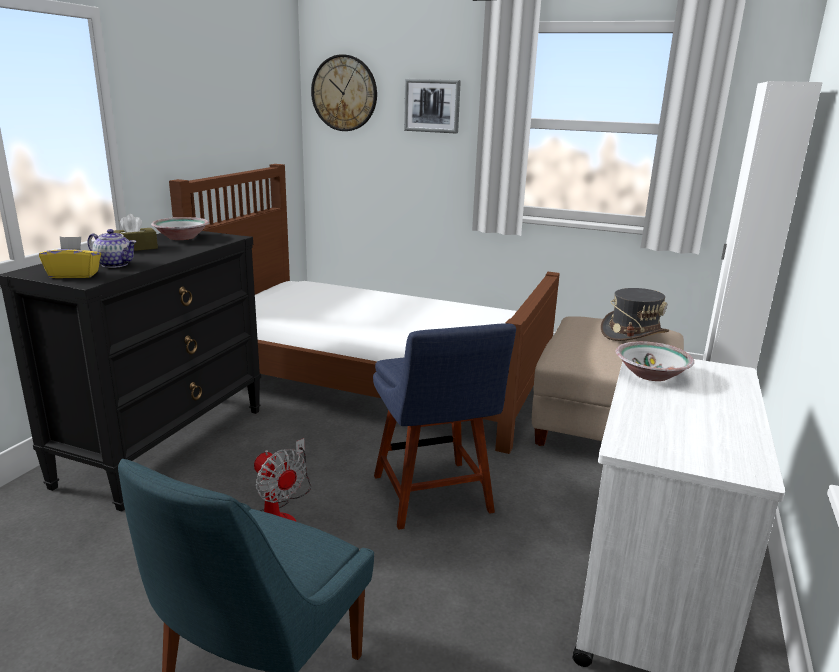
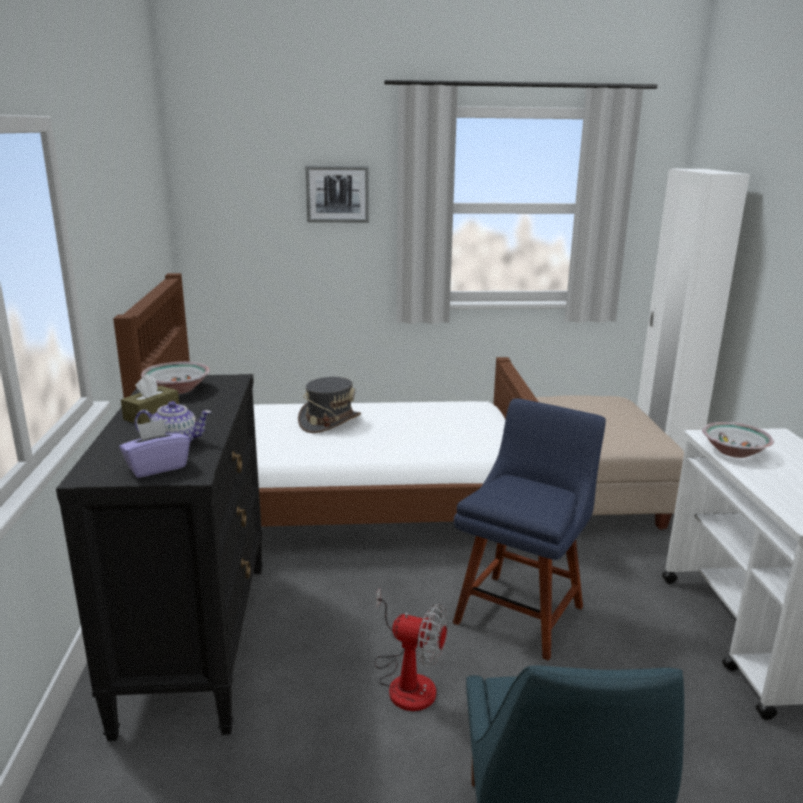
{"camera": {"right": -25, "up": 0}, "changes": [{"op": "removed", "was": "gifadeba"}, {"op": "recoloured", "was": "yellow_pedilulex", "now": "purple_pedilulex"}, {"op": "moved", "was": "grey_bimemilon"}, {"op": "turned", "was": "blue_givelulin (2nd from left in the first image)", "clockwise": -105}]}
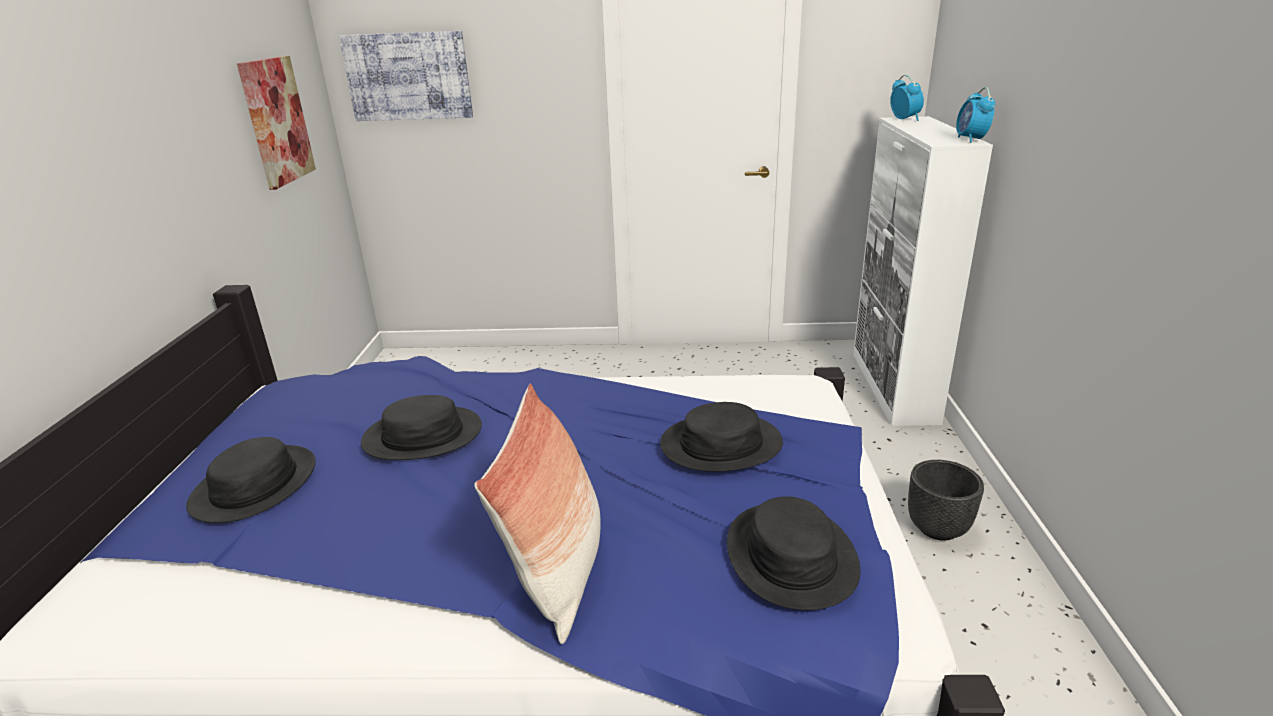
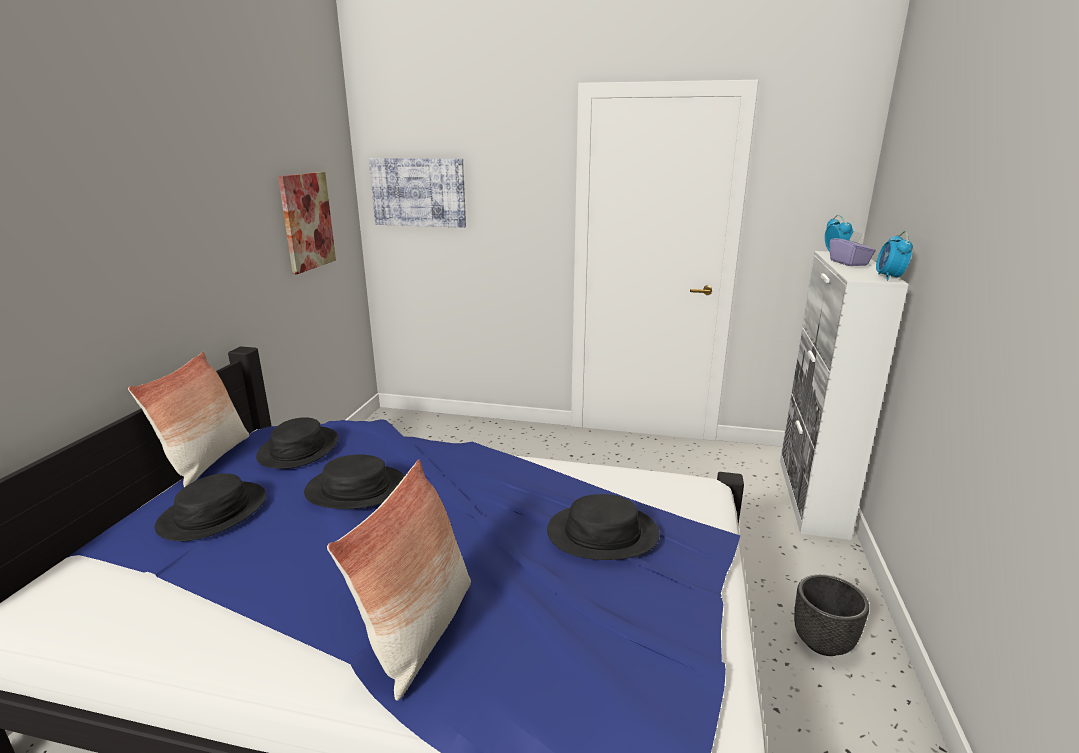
{"camera": {"right": 10, "up": -5}, "changes": [{"op": "moved", "was": "black_bimemilon (4th from left in the first image)", "now": "black_bimemilon (2nd from left)"}, {"op": "added", "now": "purple_pedilulex"}, {"op": "added", "now": "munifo (1st from left)"}]}
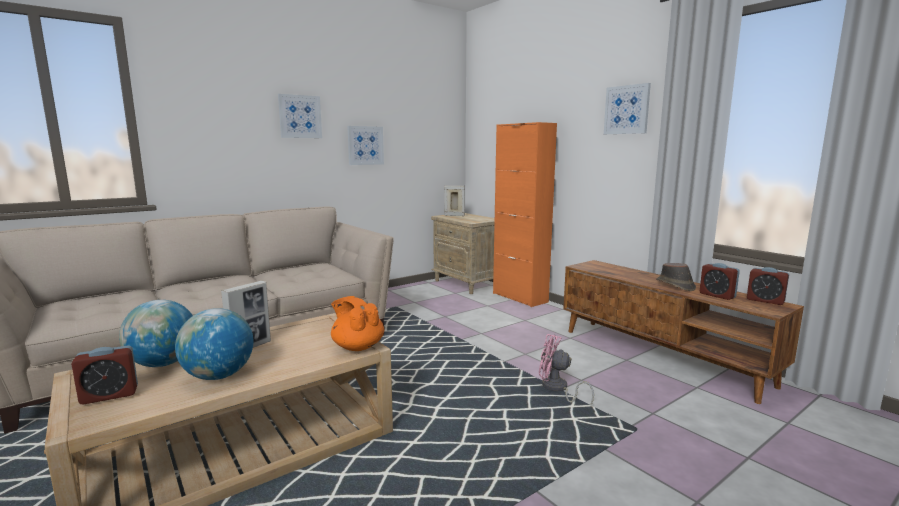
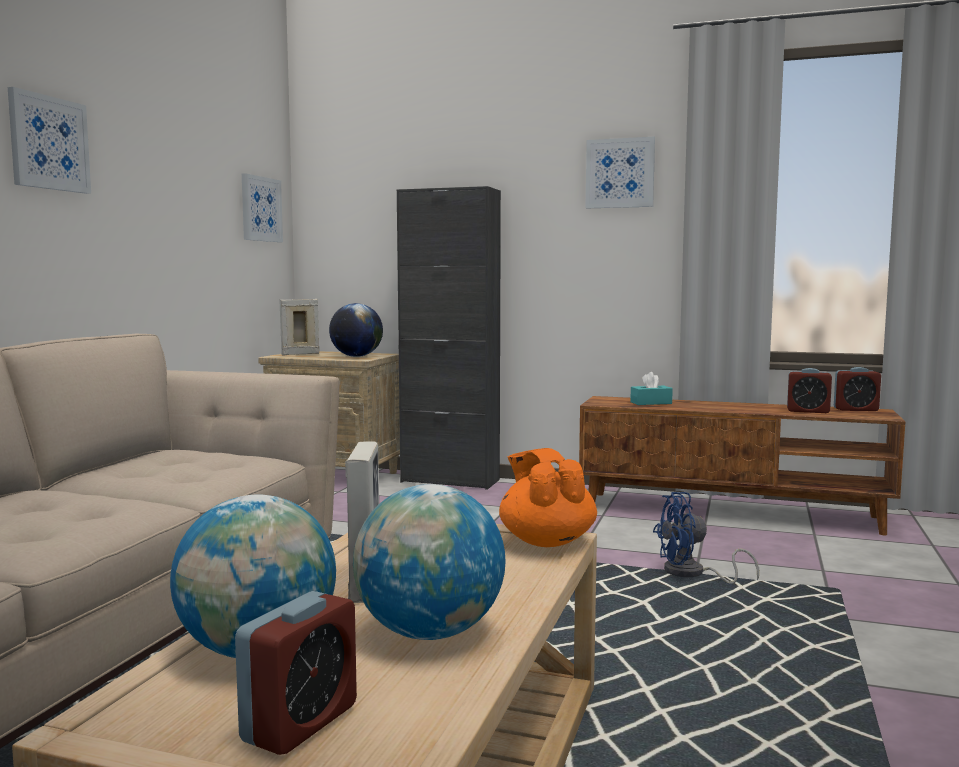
{"camera": {"right": -35, "up": -5}, "changes": [{"op": "recoloured", "was": "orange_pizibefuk", "now": "black_pizibefuk"}, {"op": "moved", "was": "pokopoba (2nd from left)"}, {"op": "removed", "was": "brown_bimemilon"}, {"op": "turned", "was": "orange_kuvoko", "clockwise": 60}, {"op": "recoloured", "was": "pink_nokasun", "now": "blue_nokasun"}, {"op": "added", "now": "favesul (2nd from left)"}, {"op": "added", "now": "turquoise_pedilulex"}]}
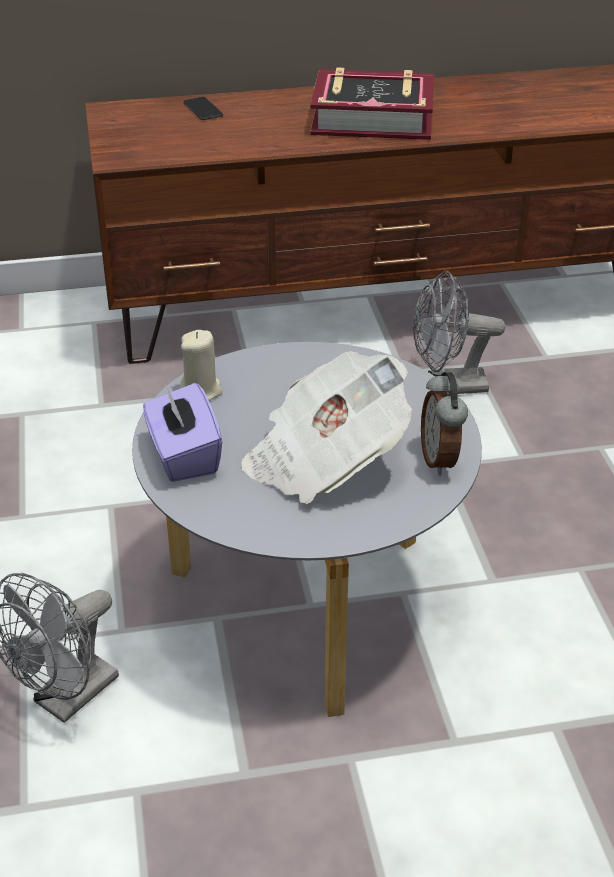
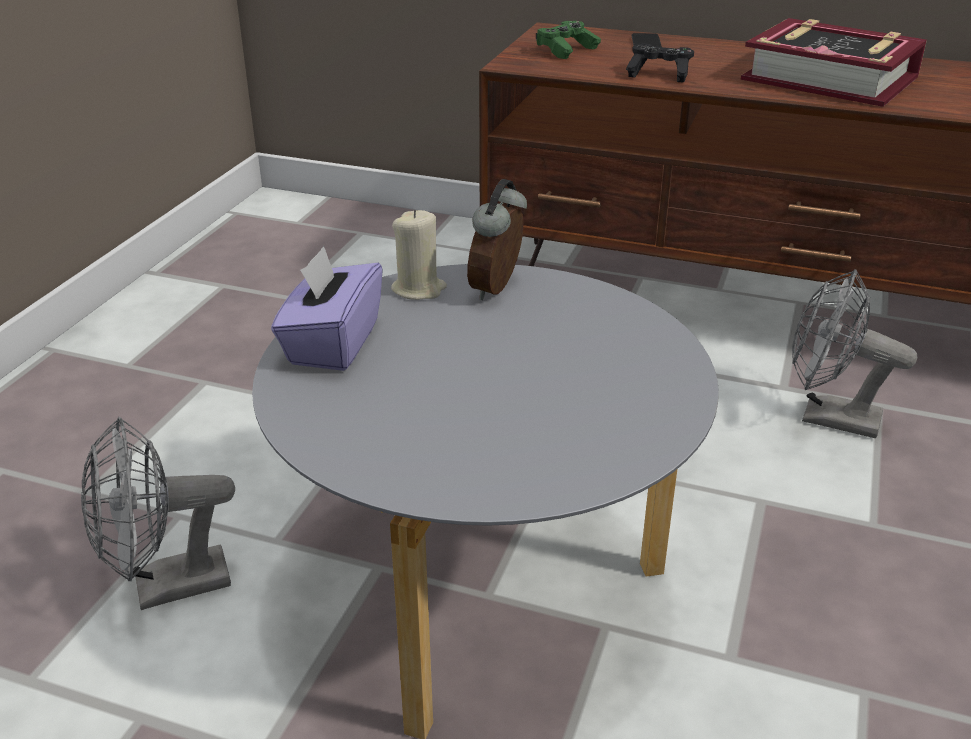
{"camera": {"right": 30, "up": -5}, "changes": [{"op": "removed", "was": "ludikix"}, {"op": "moved", "was": "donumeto"}, {"op": "added", "now": "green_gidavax"}, {"op": "added", "now": "black_gidavax"}]}
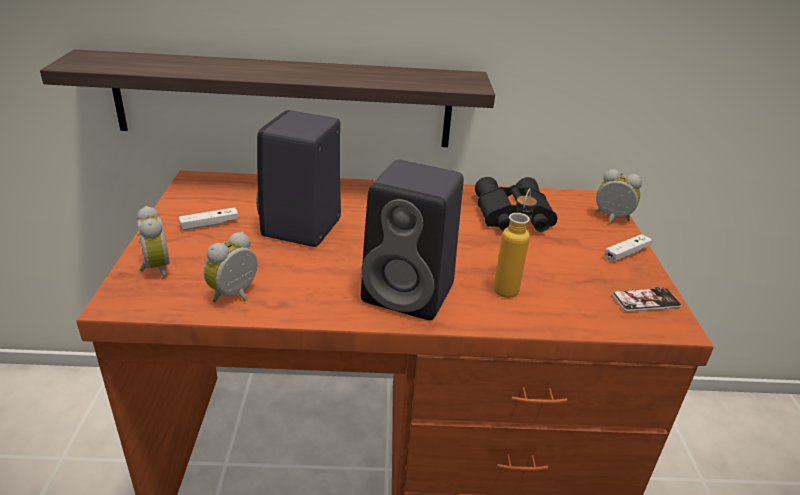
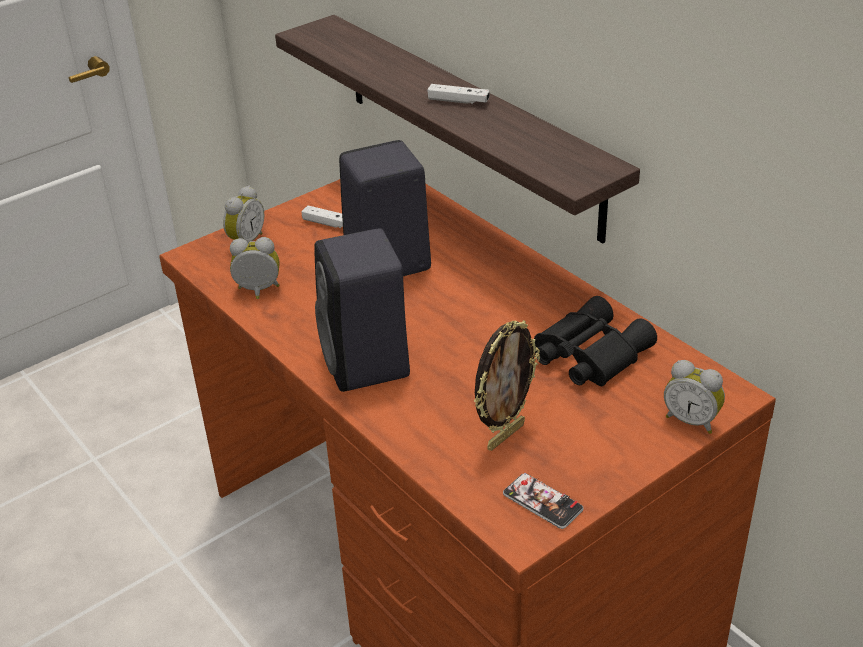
{"camera": {"right": 55, "up": 5}, "changes": [{"op": "turned", "was": "donumeto (3rd from left)", "clockwise": 135}, {"op": "removed", "was": "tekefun"}, {"op": "moved", "was": "white_gidavax (2nd from left)"}, {"op": "added", "now": "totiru"}]}
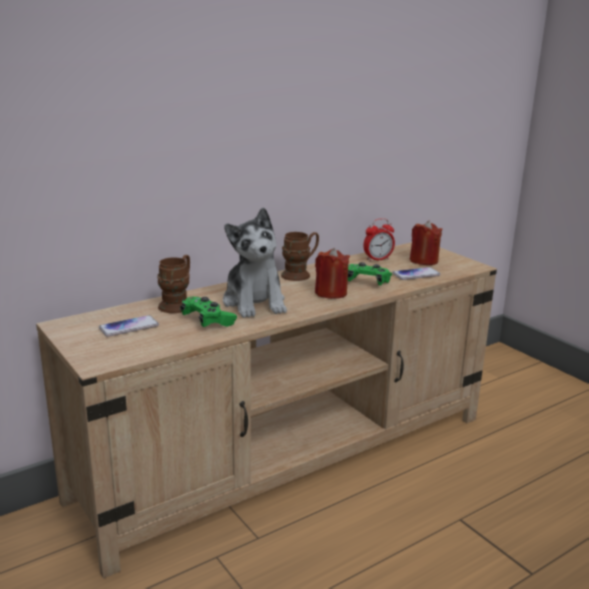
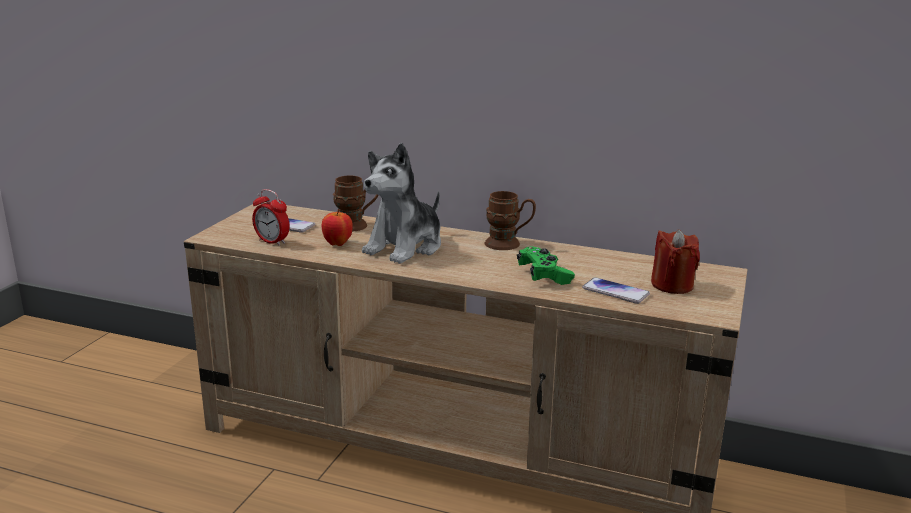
{"camera": {"right": 55, "up": 0}, "changes": [{"op": "moved", "was": "donumeto"}, {"op": "removed", "was": "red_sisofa (1st from left)"}, {"op": "replaced", "was": "green_gidavax (1st from left)", "now": "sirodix"}]}
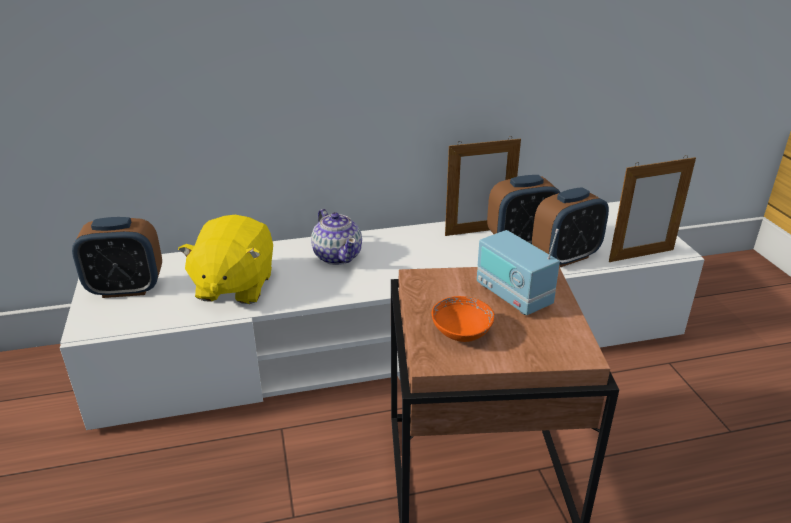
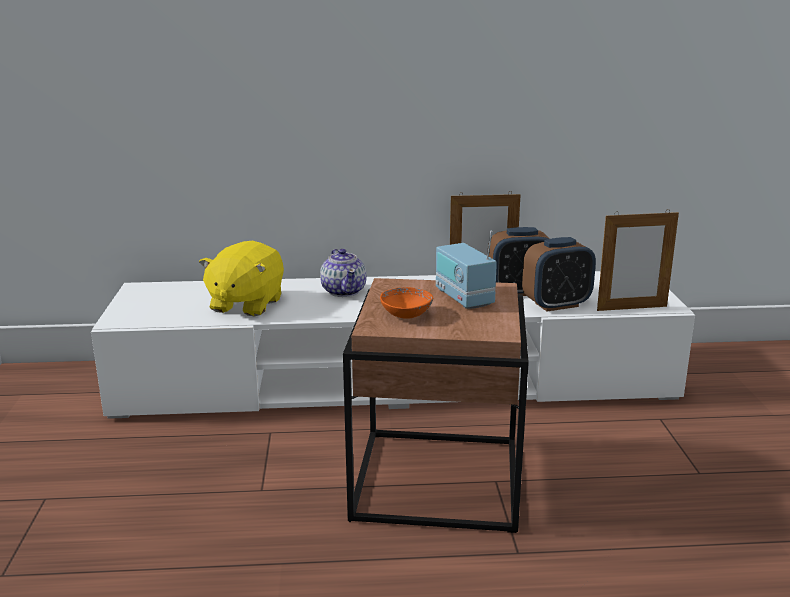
{"camera": {"right": 10, "up": -10}, "changes": [{"op": "removed", "was": "donumeto (1st from left)"}]}
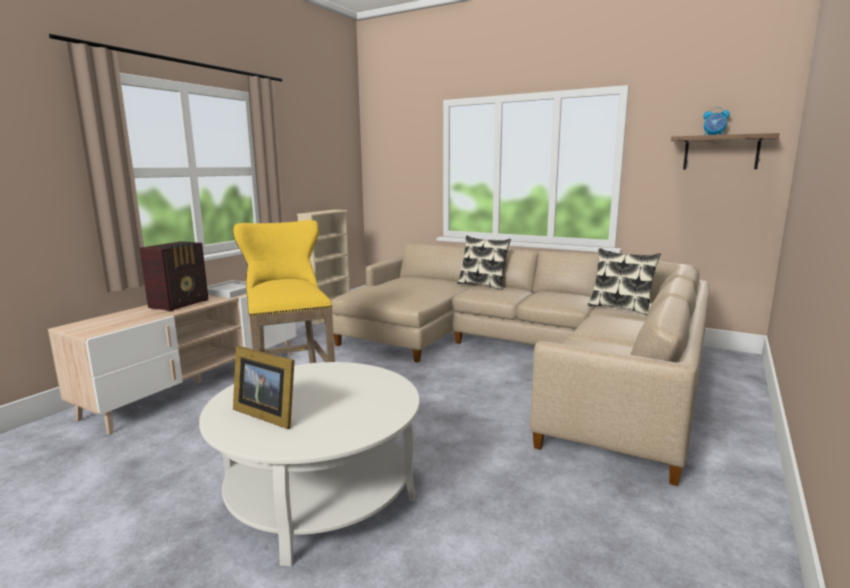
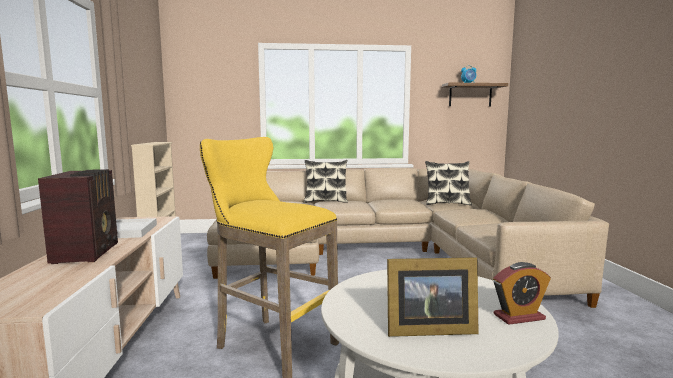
{"camera": {"right": -35, "up": -5}, "changes": [{"op": "added", "now": "donumeto (2nd from left)"}]}
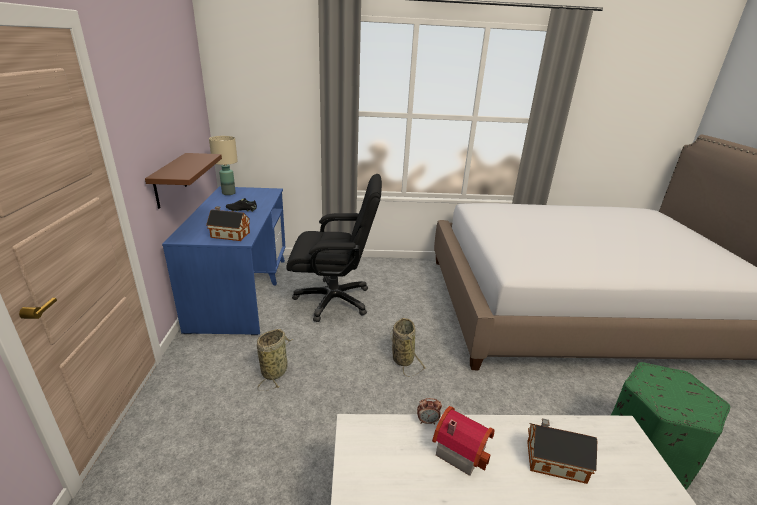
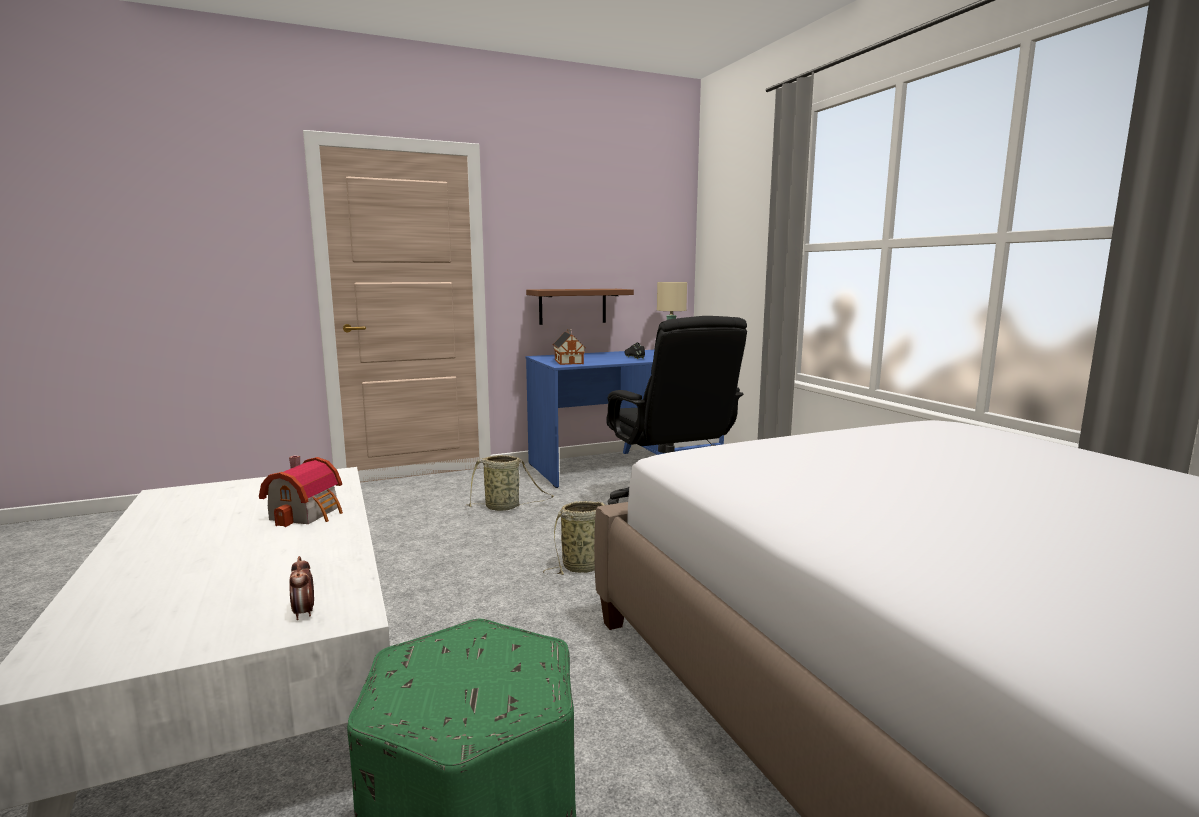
{"camera": {"right": 70, "up": -15}, "changes": [{"op": "moved", "was": "donumeto"}, {"op": "removed", "was": "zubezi (3rd from left)"}]}
